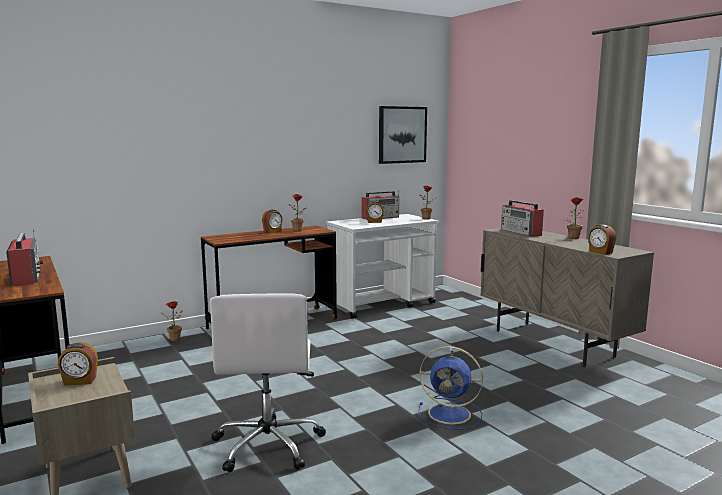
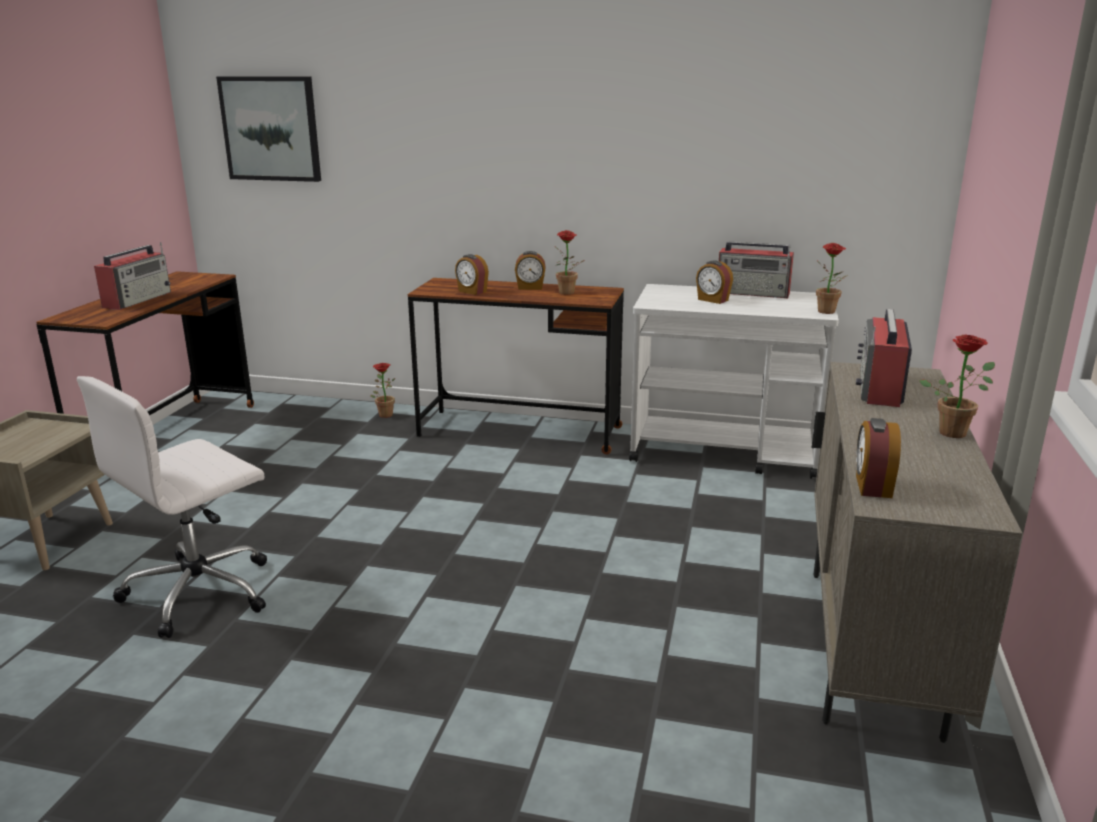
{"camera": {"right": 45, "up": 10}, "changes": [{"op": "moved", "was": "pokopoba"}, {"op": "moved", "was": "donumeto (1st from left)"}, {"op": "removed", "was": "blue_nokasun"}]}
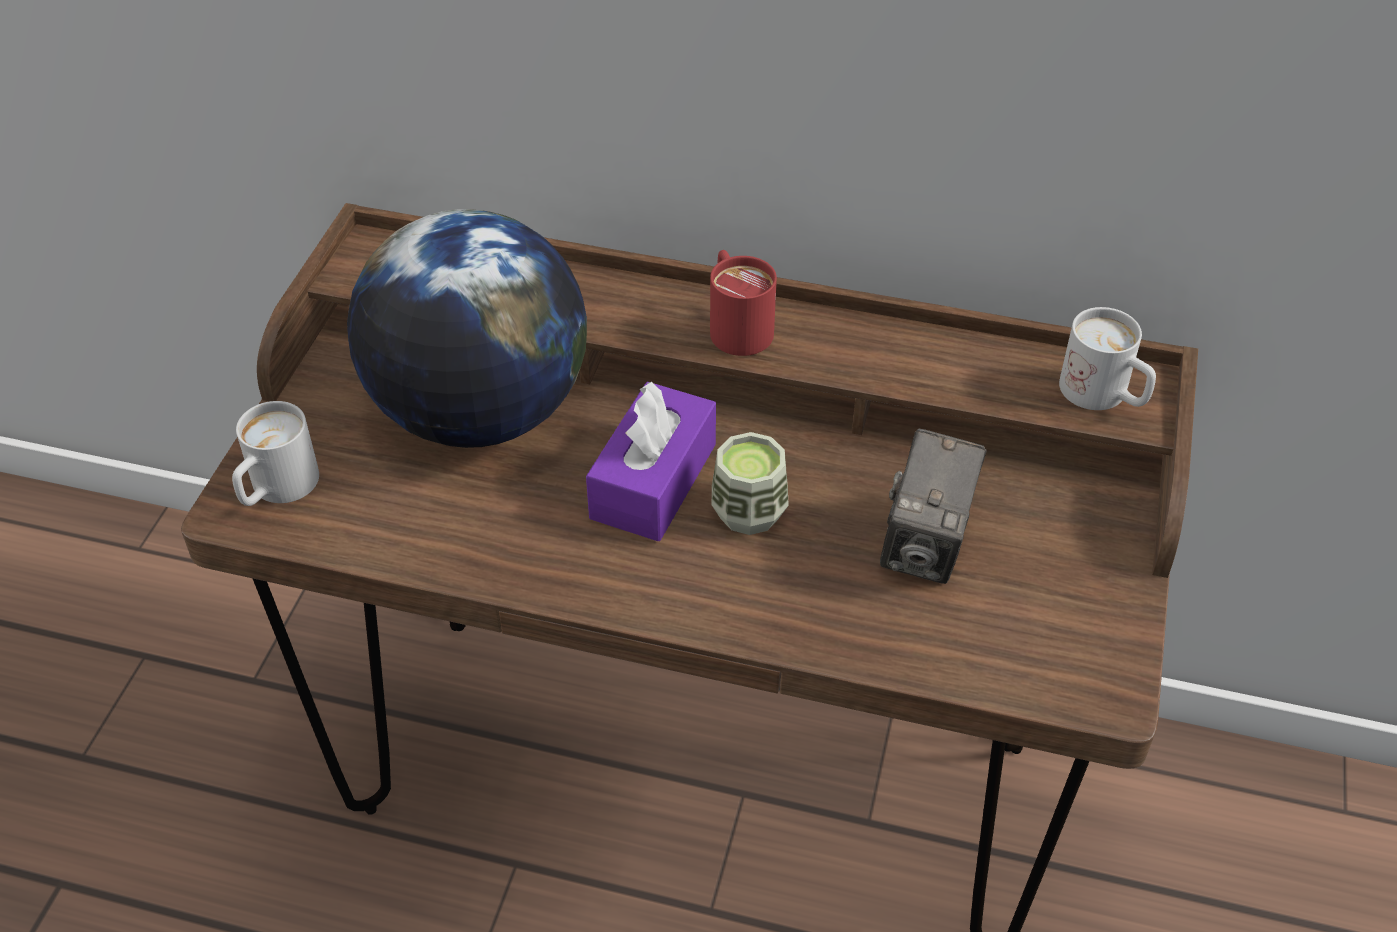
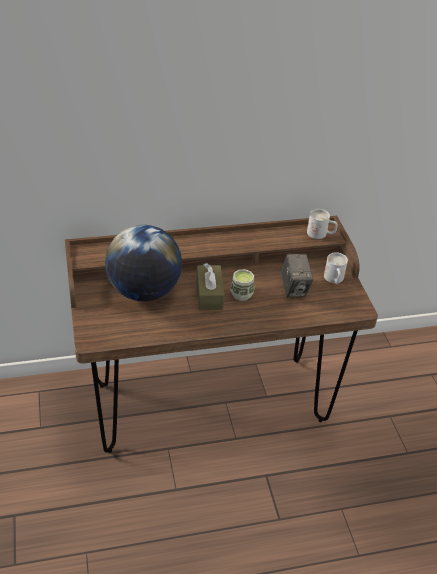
{"camera": {"right": -30, "up": -5}, "changes": [{"op": "removed", "was": "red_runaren"}, {"op": "recoloured", "was": "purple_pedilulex", "now": "brown_pedilulex"}, {"op": "moved", "was": "white_runaren (1st from left in the first image)", "now": "white_runaren (2nd from left)"}]}
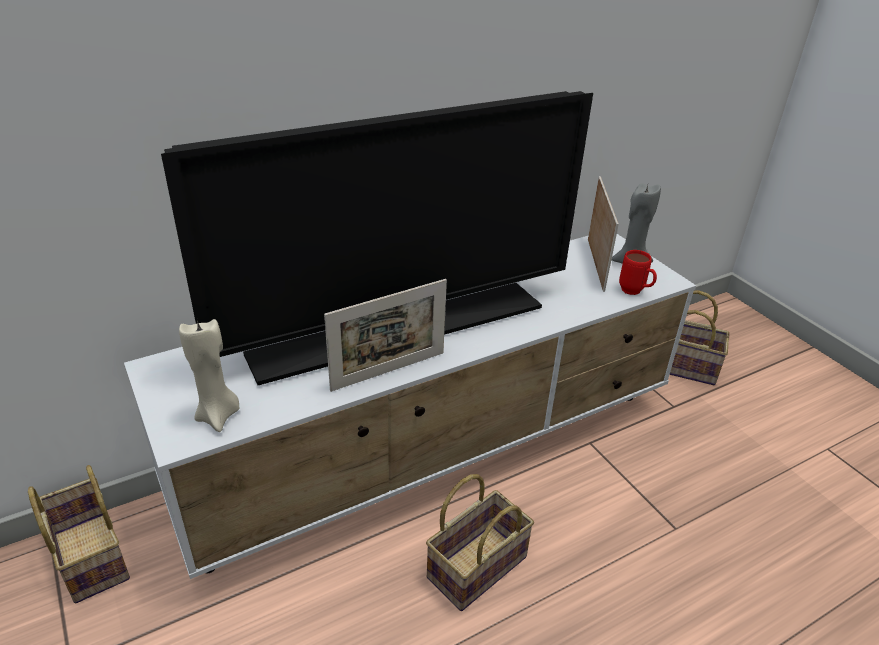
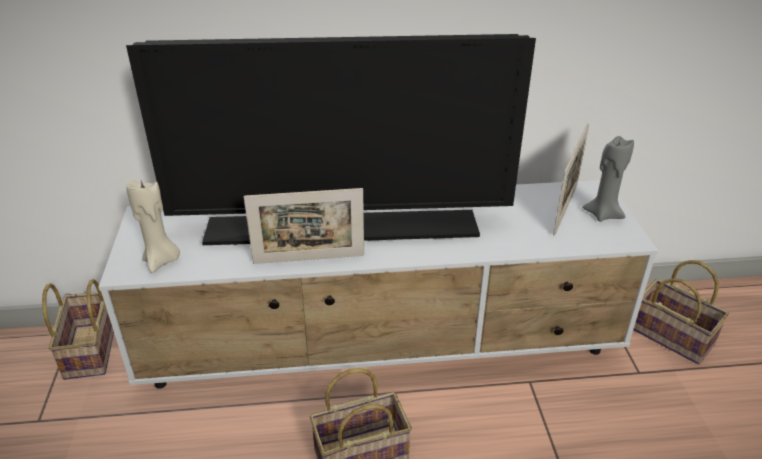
{"camera": {"right": 25, "up": 0}, "changes": [{"op": "removed", "was": "red_runaren"}]}
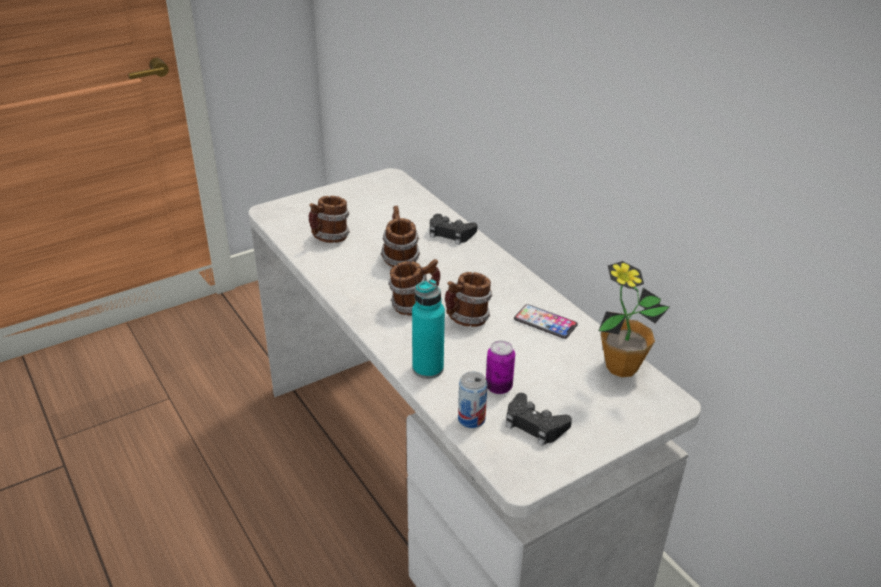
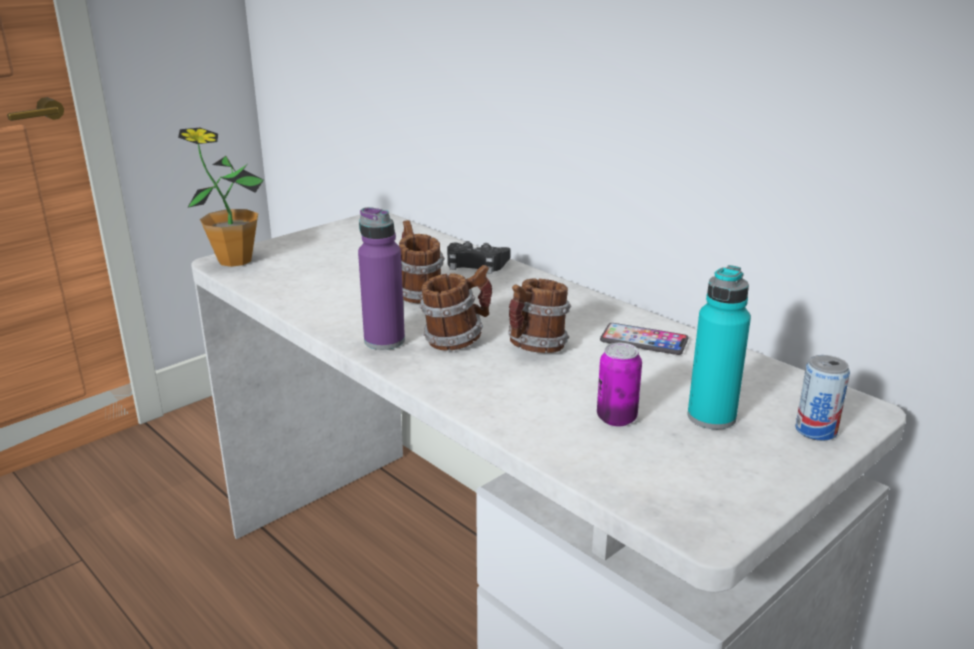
{"camera": {"right": -10, "up": -10}, "changes": [{"op": "removed", "was": "runaren (1st from left)"}, {"op": "moved", "was": "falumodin"}, {"op": "moved", "was": "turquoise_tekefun"}, {"op": "moved", "was": "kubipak (1st from left in the first image)", "now": "kubipak (2nd from left)"}, {"op": "removed", "was": "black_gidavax (2nd from left)"}, {"op": "added", "now": "purple_tekefun"}]}
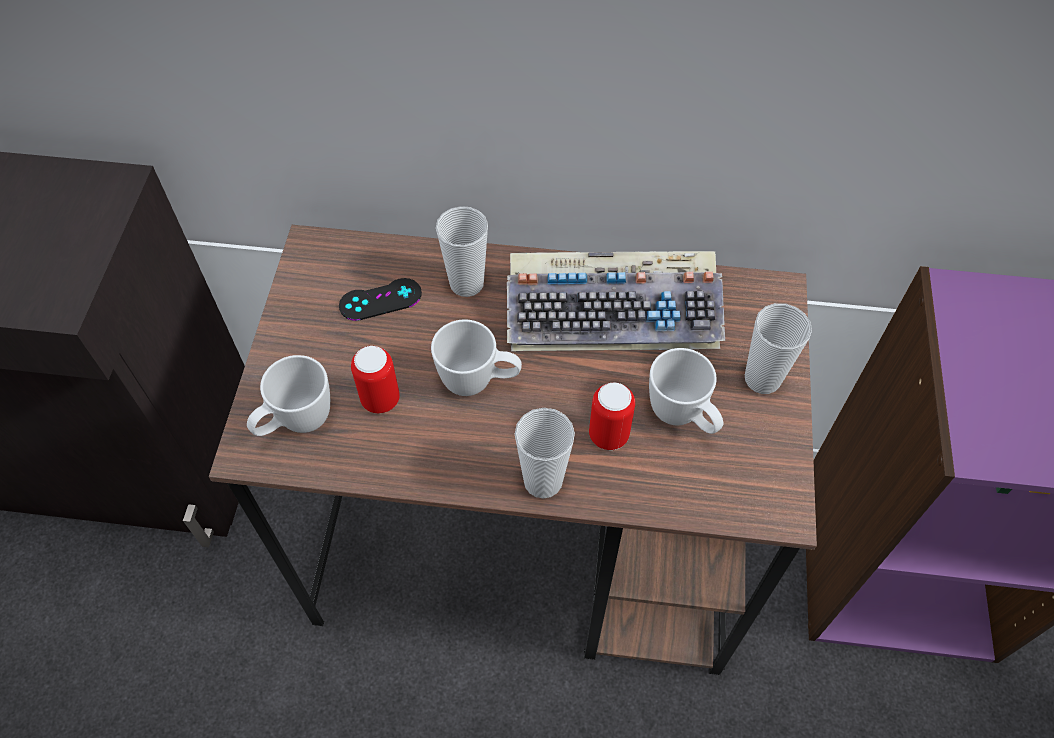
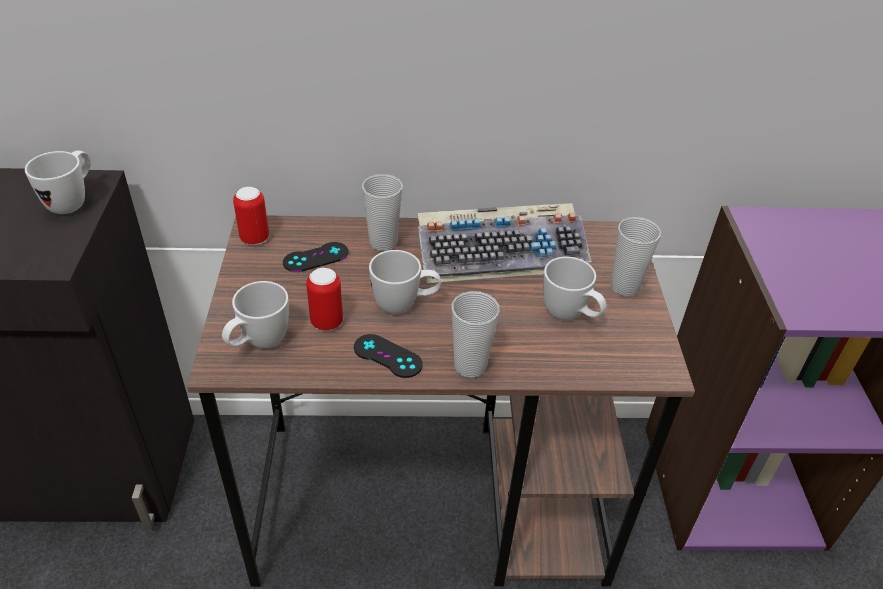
{"camera": {"right": -10, "up": -15}, "changes": [{"op": "moved", "was": "kubipak (2nd from left in the first image)", "now": "kubipak (1st from left)"}, {"op": "added", "now": "white_runaren (1st from left)"}, {"op": "added", "now": "black_gidavax (2nd from left)"}]}
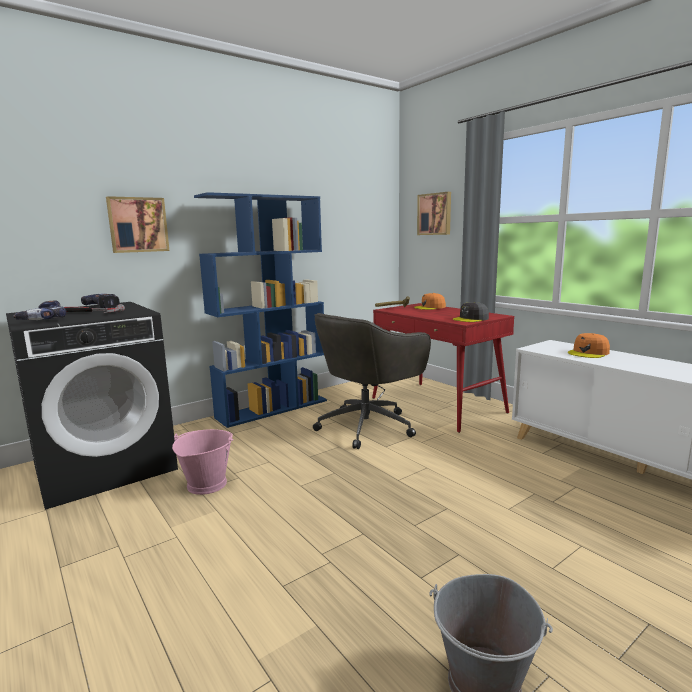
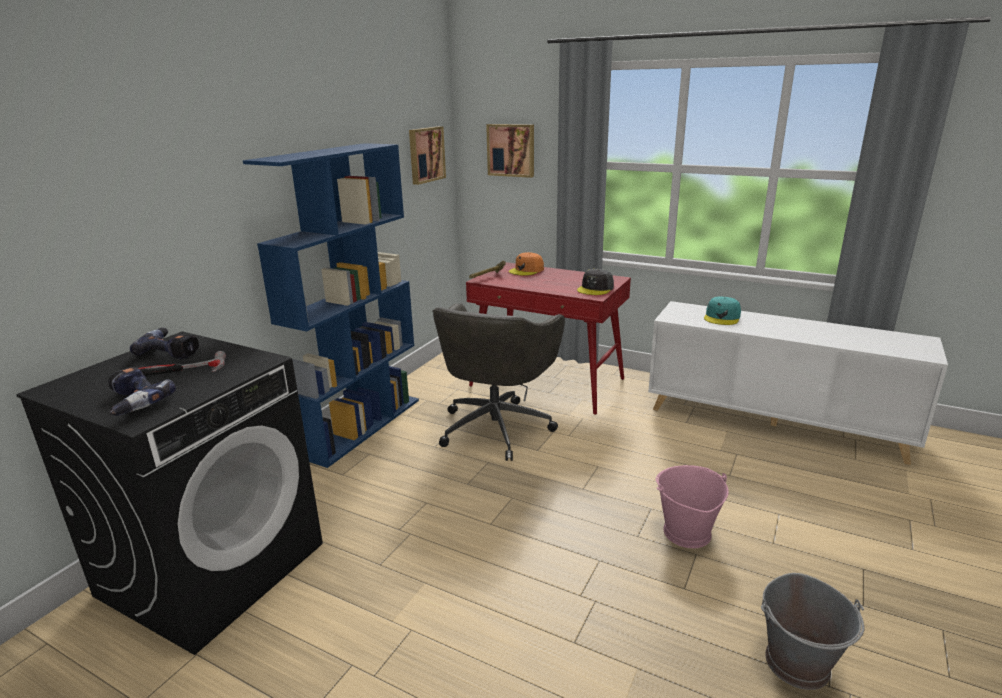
{"camera": {"right": -25, "up": 10}, "changes": [{"op": "moved", "was": "pokopoba (1st from left)"}, {"op": "recoloured", "was": "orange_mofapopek (2nd from left)", "now": "turquoise_mofapopek"}, {"op": "moved", "was": "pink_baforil"}]}
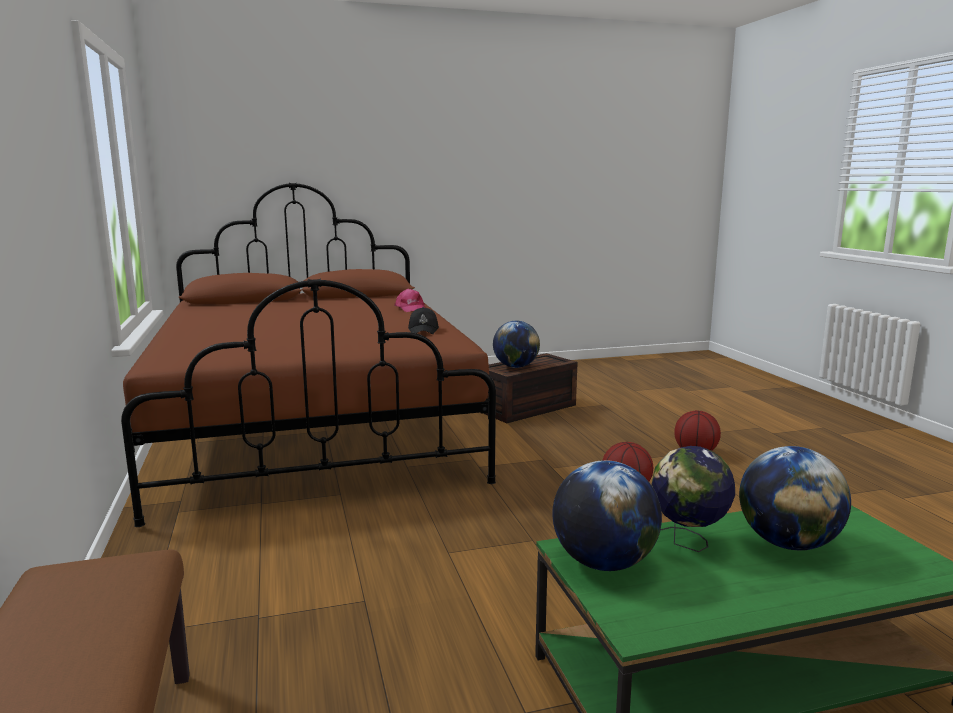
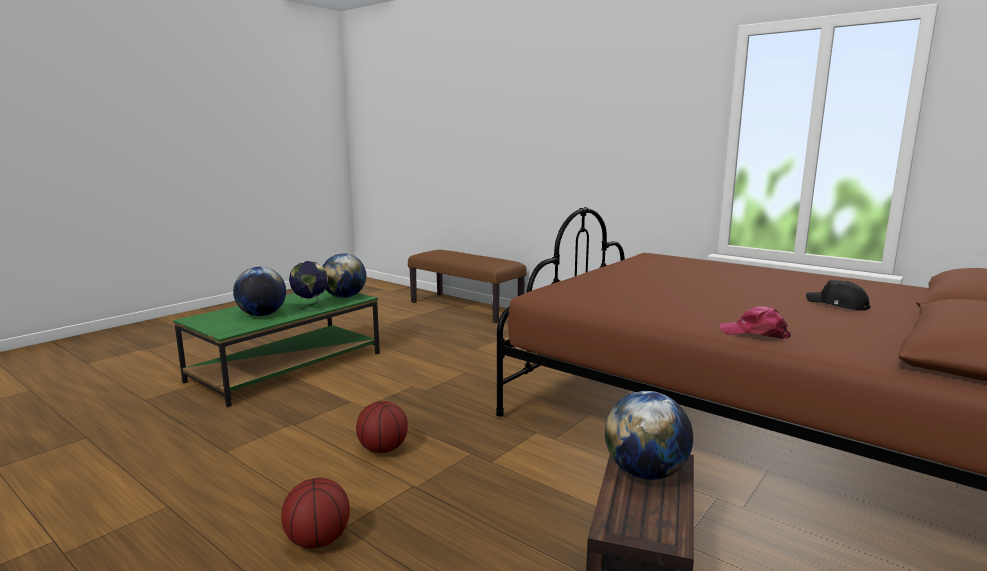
{"camera": {"right": 145, "up": 0}, "changes": [{"op": "moved", "was": "black_mofapopek"}]}
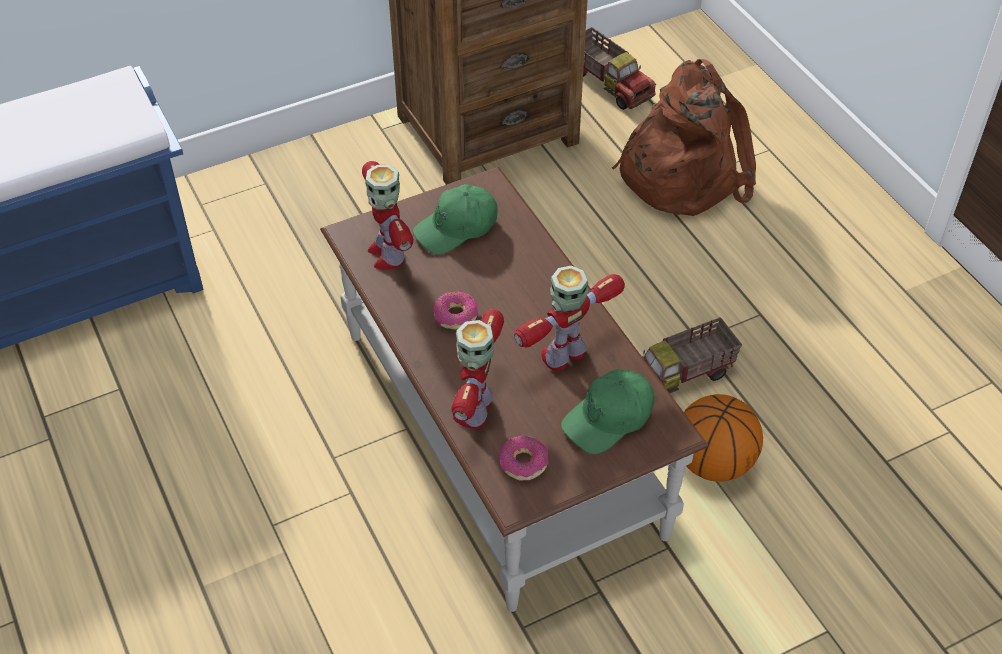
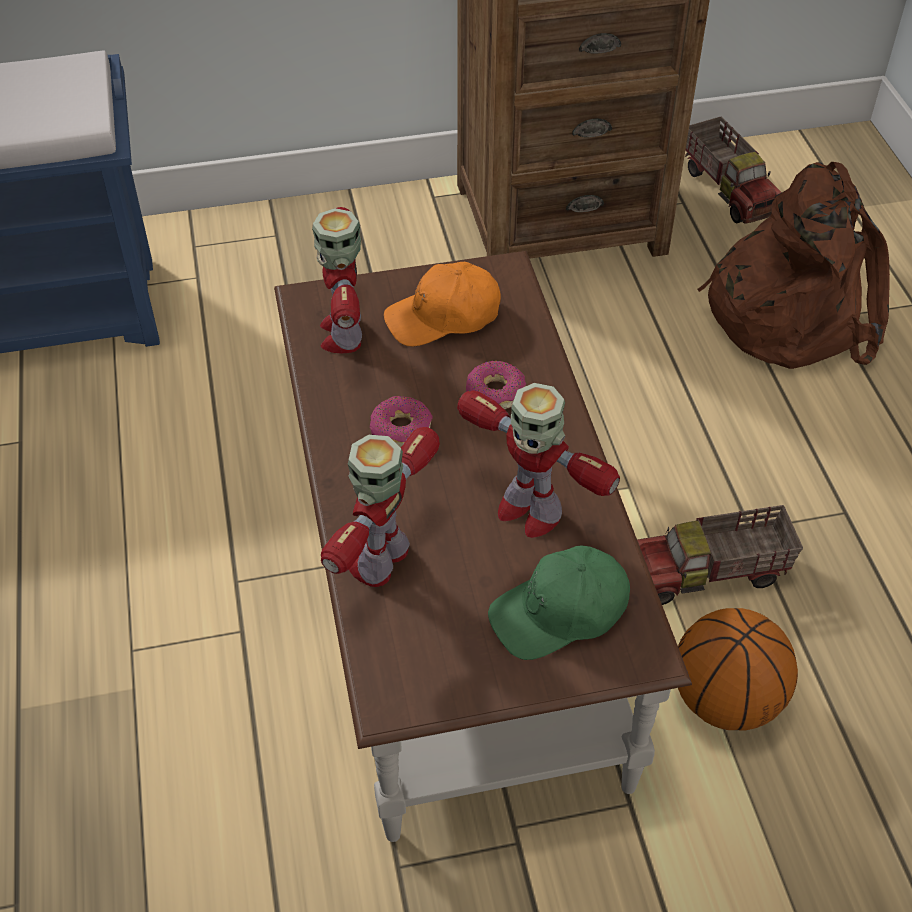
{"camera": {"right": 15, "up": 0}, "changes": [{"op": "recoloured", "was": "green_mofapopek (1st from left)", "now": "orange_mofapopek"}, {"op": "turned", "was": "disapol (3rd from left)", "clockwise": -120}, {"op": "moved", "was": "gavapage (2nd from left)"}]}
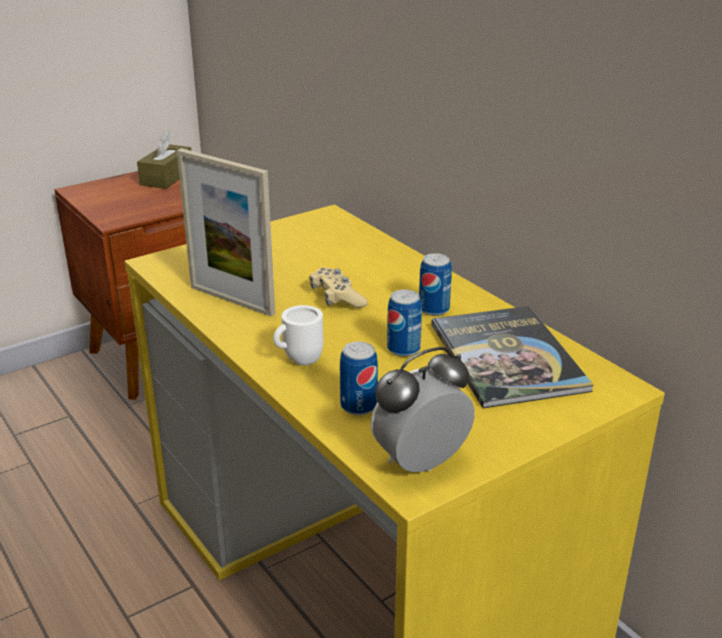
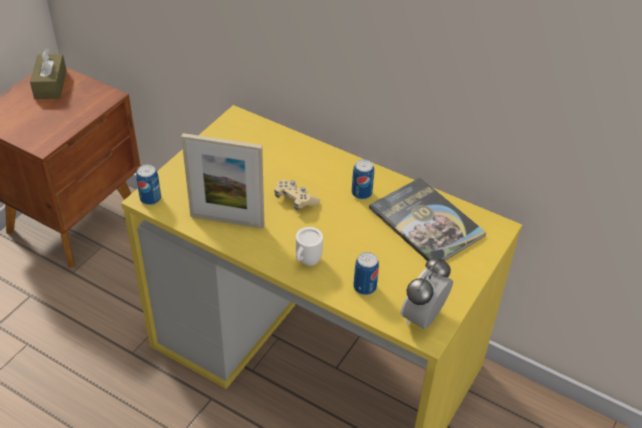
{"camera": {"right": -25, "up": 15}, "changes": [{"op": "moved", "was": "kubipak (2nd from left in the first image)", "now": "kubipak (1st from left)"}]}
